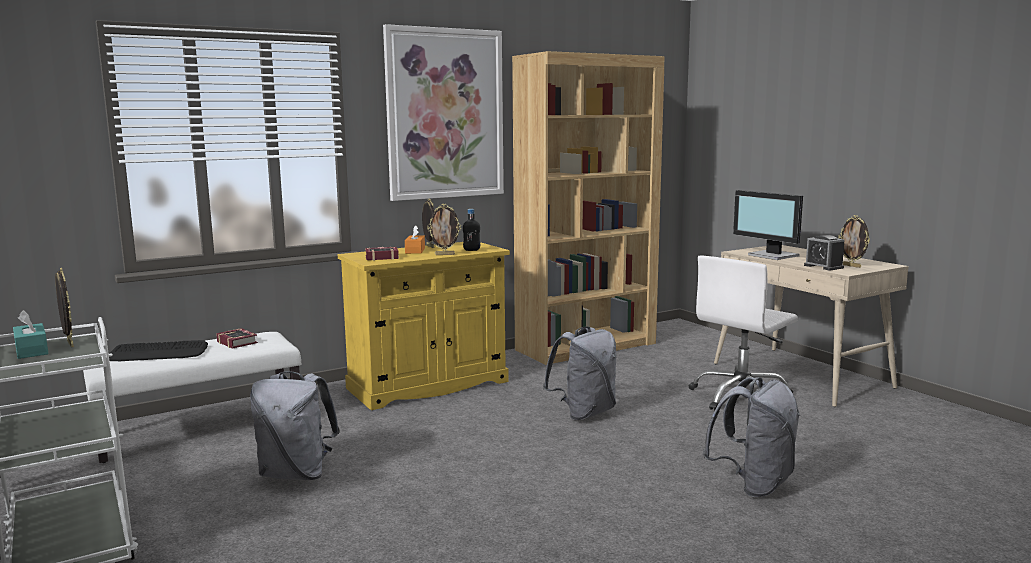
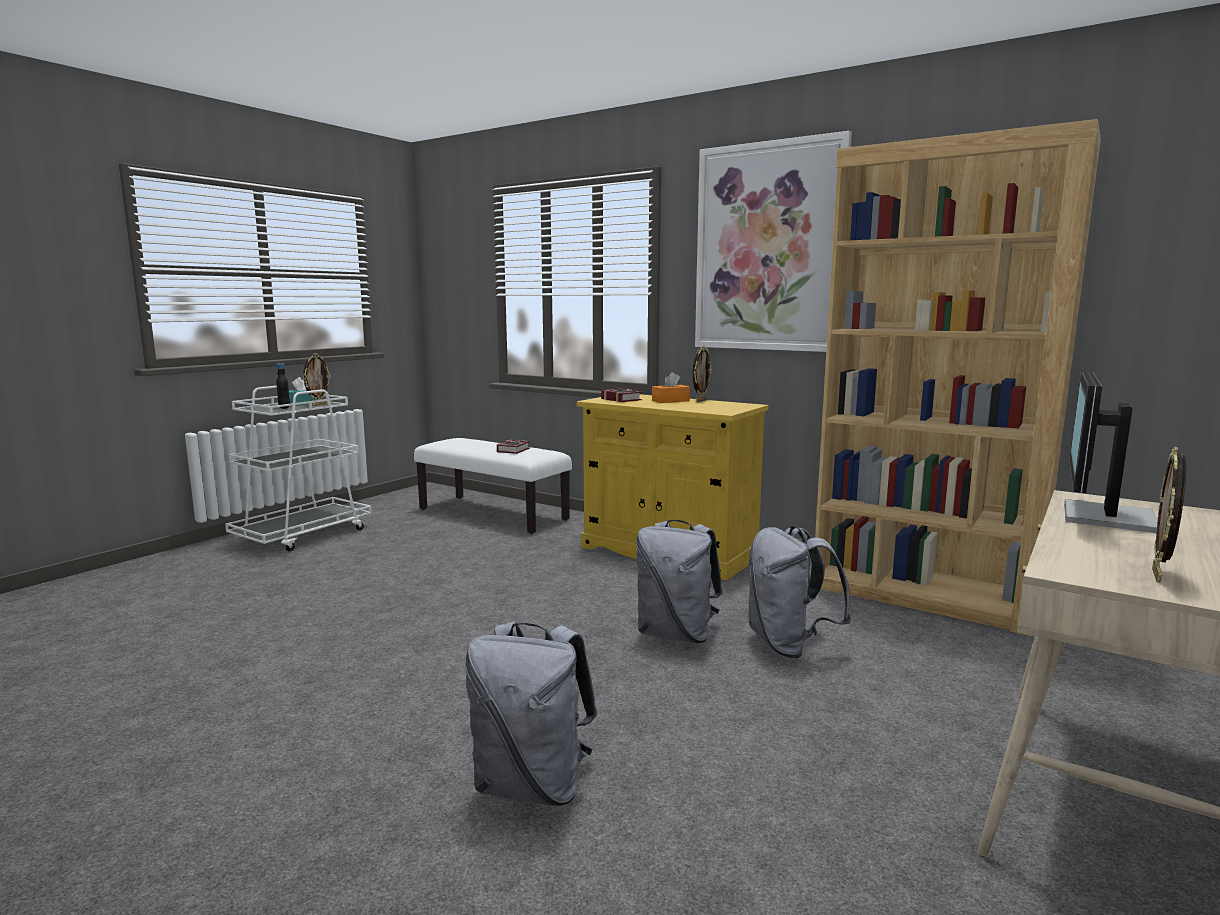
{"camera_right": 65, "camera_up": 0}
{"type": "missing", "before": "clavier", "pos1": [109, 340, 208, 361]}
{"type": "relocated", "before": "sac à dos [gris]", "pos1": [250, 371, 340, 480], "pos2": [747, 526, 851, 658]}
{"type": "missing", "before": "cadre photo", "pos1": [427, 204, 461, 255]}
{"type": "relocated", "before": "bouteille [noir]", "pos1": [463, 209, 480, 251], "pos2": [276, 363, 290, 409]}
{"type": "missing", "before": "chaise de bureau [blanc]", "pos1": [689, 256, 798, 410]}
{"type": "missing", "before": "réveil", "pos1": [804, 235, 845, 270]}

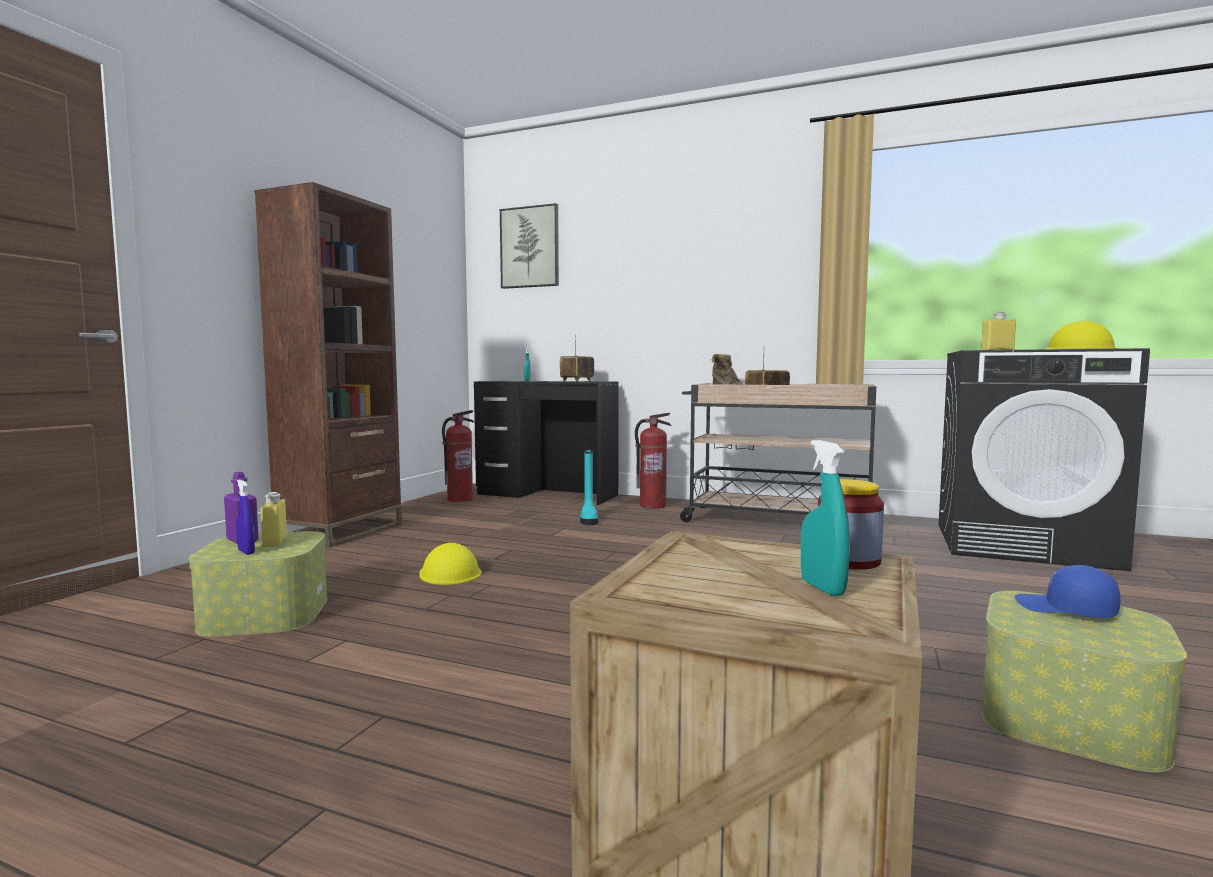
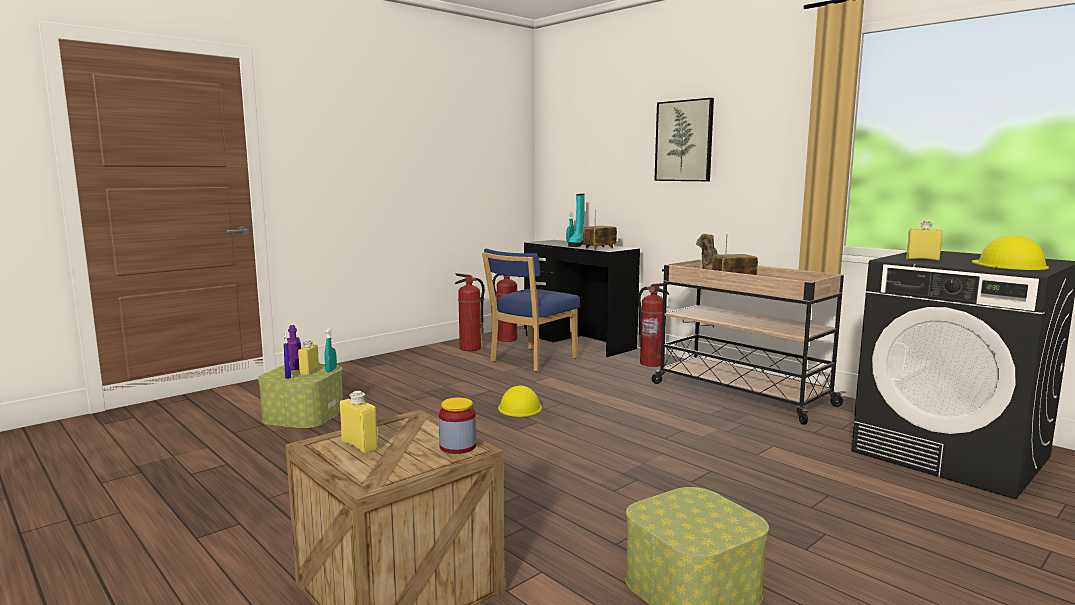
{"camera_right": 25, "camera_up": 5}
{"type": "missing", "before": "bibliothèque [marron]", "pos1": [255, 182, 402, 548]}
{"type": "relocated", "before": "casque de chantier [jaune]", "pos1": [419, 543, 482, 585], "pos2": [498, 386, 542, 417]}
{"type": "relocated", "before": "tableau", "pos1": [500, 203, 559, 289], "pos2": [654, 98, 714, 181]}
{"type": "relocated", "before": "botte [turquoise]", "pos1": [580, 449, 598, 525], "pos2": [568, 194, 585, 247]}
{"type": "relocated", "before": "vaporisateur [turquoise]", "pos1": [801, 440, 850, 596], "pos2": [325, 327, 337, 372]}
{"type": "missing", "before": "casquette [bleu]", "pos1": [1015, 565, 1120, 618]}
{"type": "appeared", "after": "bouteille [jaune]", "pos2": [340, 391, 378, 453]}
{"type": "appeared", "after": "extincteur", "pos2": [455, 273, 485, 351]}
{"type": "appeared", "after": "chaise [bleu]", "pos2": [482, 249, 580, 372]}

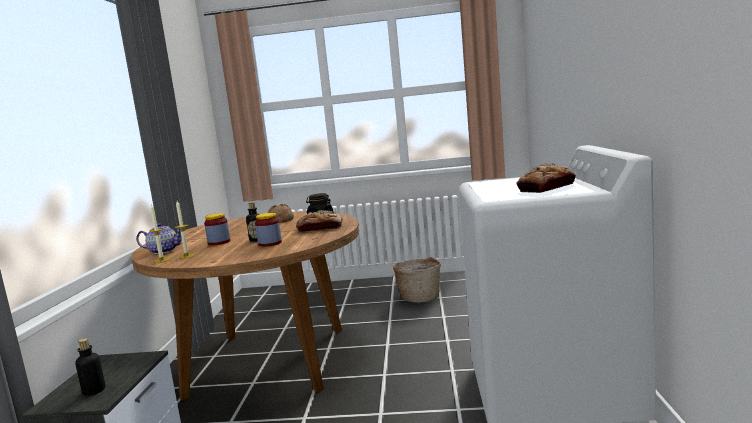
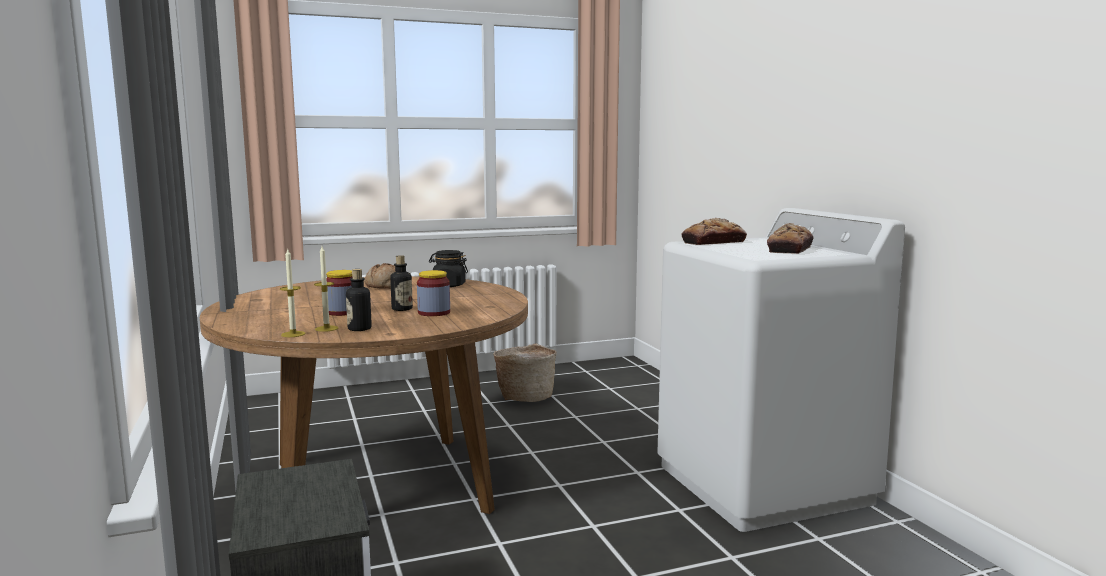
{"camera_right": -25, "camera_up": 0}
{"type": "relocated", "before": "bouteille", "pos1": [75, 338, 106, 396], "pos2": [346, 269, 372, 331]}
{"type": "missing", "before": "théière", "pos1": [136, 223, 181, 254]}
{"type": "relocated", "before": "pain", "pos1": [296, 210, 343, 232], "pos2": [681, 218, 747, 245]}

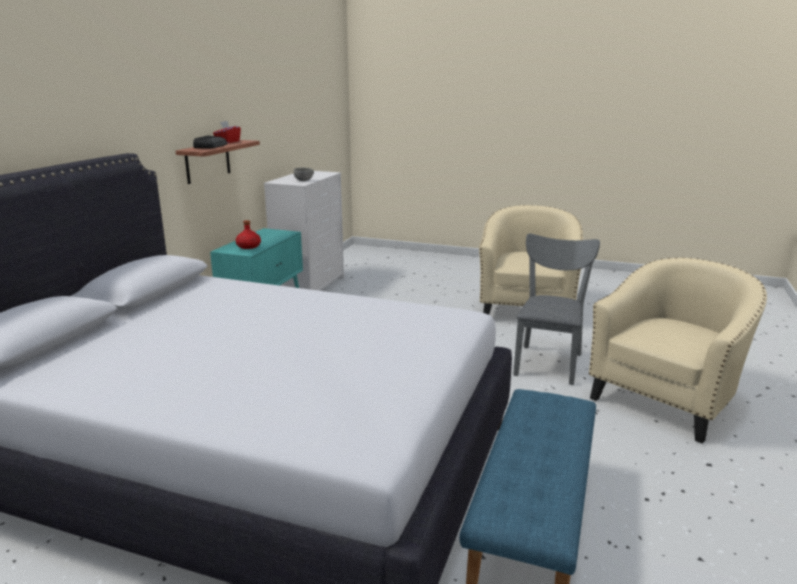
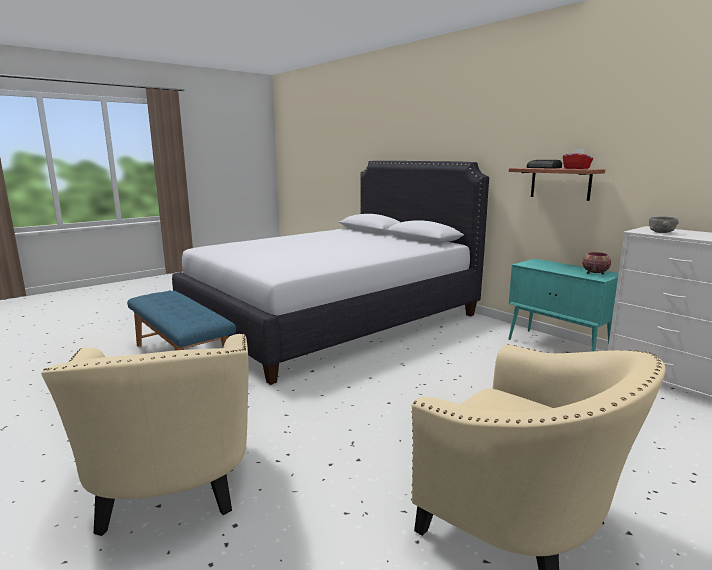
{"camera_right": 120, "camera_up": -5}
{"type": "missing", "before": "bouteille [rouge]", "pos1": [236, 220, 261, 249]}
{"type": "missing", "before": "chaise [gris]", "pos1": [513, 234, 600, 385]}
{"type": "appeared", "after": "bol", "pos2": [582, 252, 611, 275]}

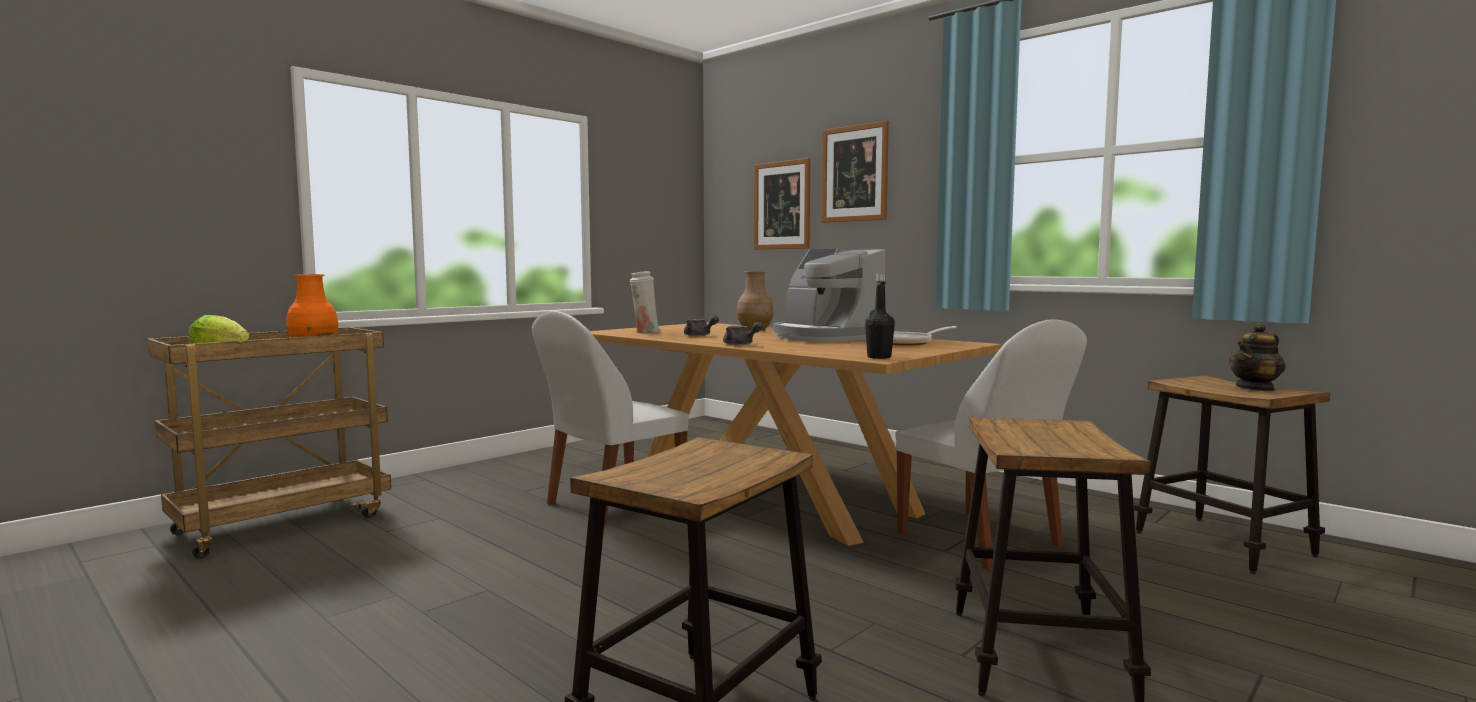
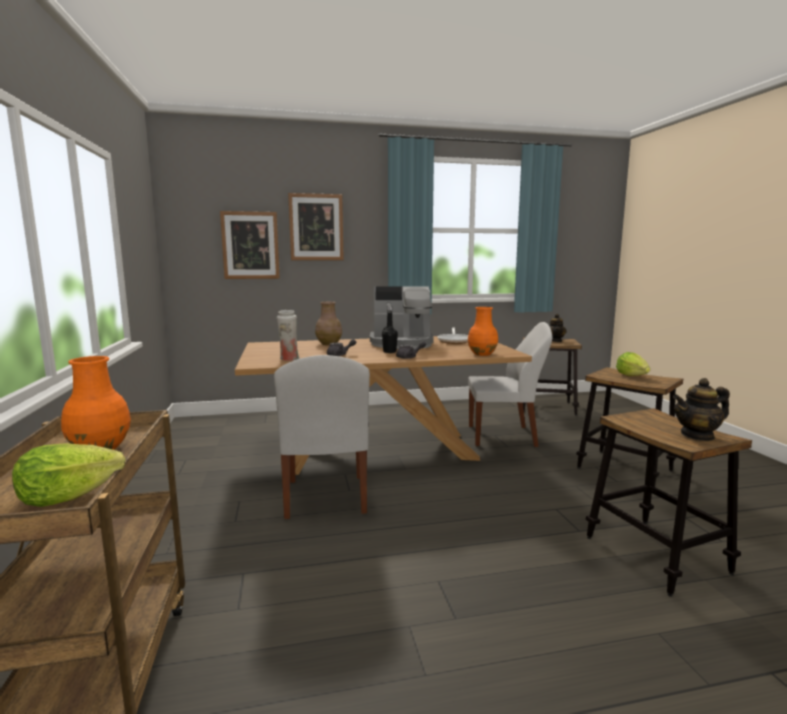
{"camera_right": -55, "camera_up": 5}
{"type": "relocated", "before": "bouteille [noir]", "pos1": [865, 274, 895, 359], "pos2": [382, 306, 398, 353]}
{"type": "appeared", "after": "vase [orange]", "pos2": [468, 307, 498, 356]}
{"type": "appeared", "after": "laitue", "pos2": [616, 352, 650, 376]}
{"type": "appeared", "after": "théière", "pos2": [673, 378, 730, 441]}

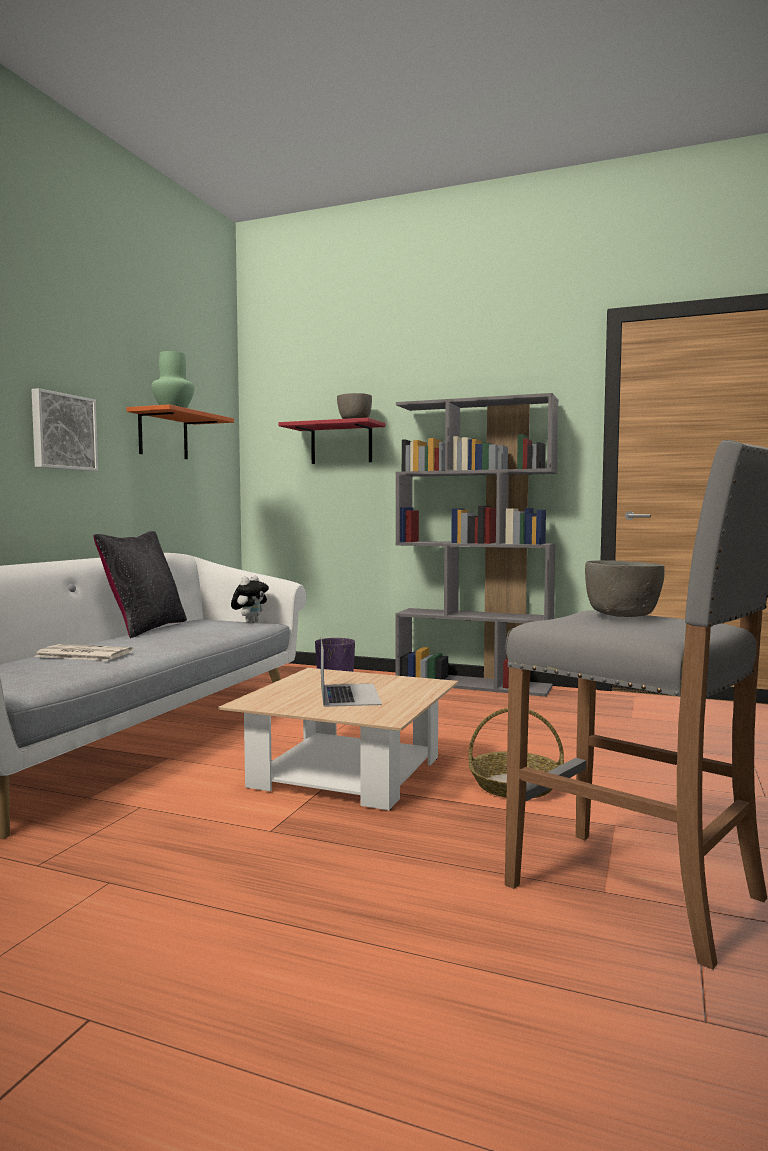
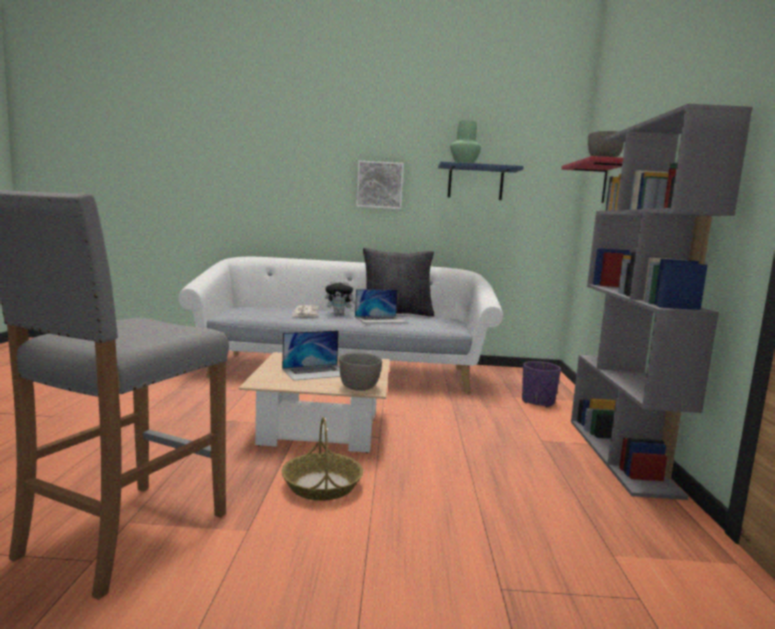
{"camera_right": 70, "camera_up": 5}
{"type": "colour", "before": "étagère [orange]", "after": "étagère [bleu]", "pos1": [127, 404, 234, 459], "pos2": [438, 162, 524, 200]}
{"type": "relocated", "before": "peluche", "pos1": [231, 576, 269, 623], "pos2": [325, 279, 356, 315]}
{"type": "relocated", "before": "bol [gris]", "pos1": [585, 560, 665, 617], "pos2": [339, 353, 382, 391]}
{"type": "appeared", "after": "ordinateur portable", "pos2": [355, 289, 407, 323]}

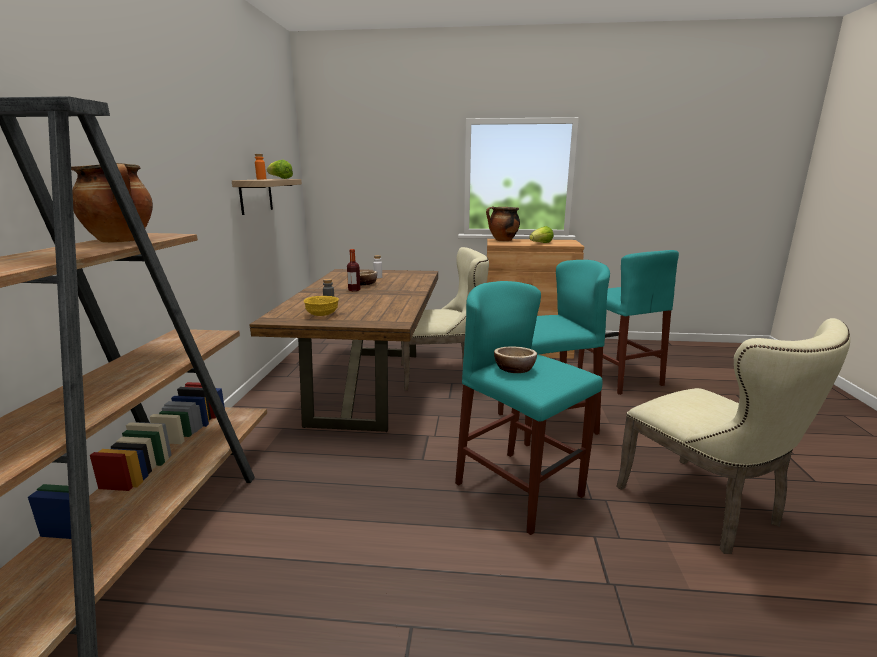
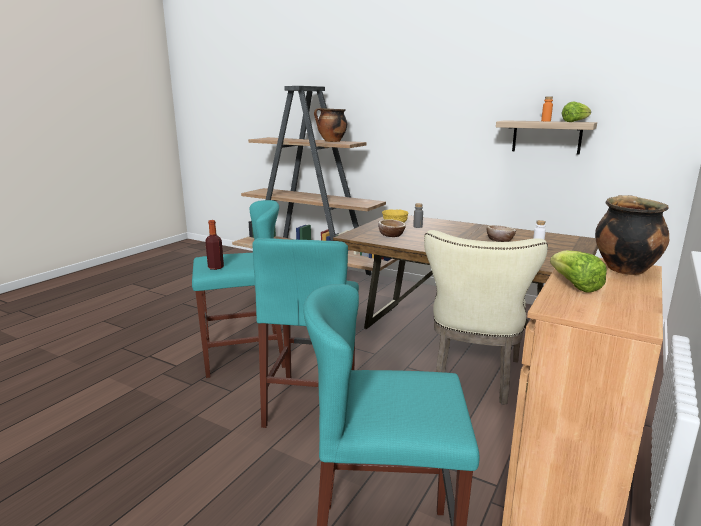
{"camera_right": 115, "camera_up": 0}
{"type": "relocated", "before": "bouteille", "pos1": [347, 249, 361, 291], "pos2": [205, 220, 224, 270]}
{"type": "relocated", "before": "bol", "pos1": [494, 347, 537, 373], "pos2": [378, 219, 406, 237]}
{"type": "missing", "before": "chaise [beige]", "pos1": [616, 318, 850, 554]}

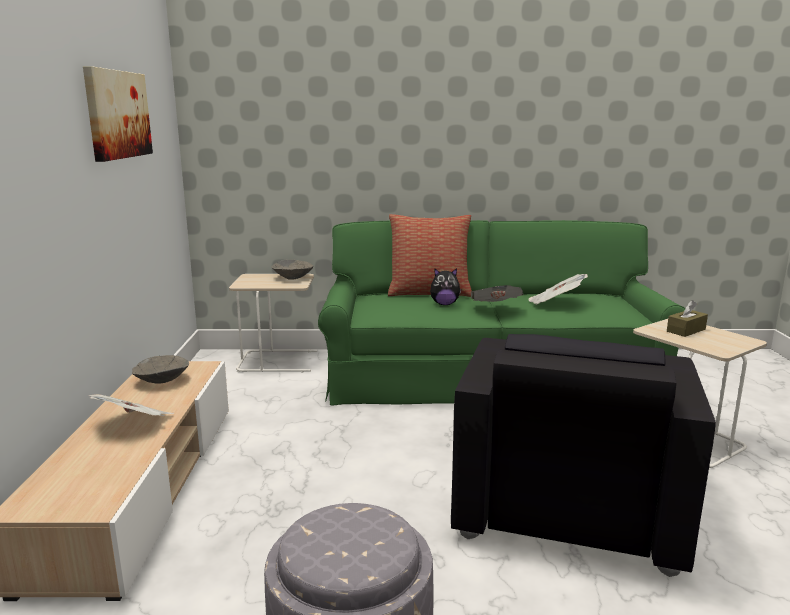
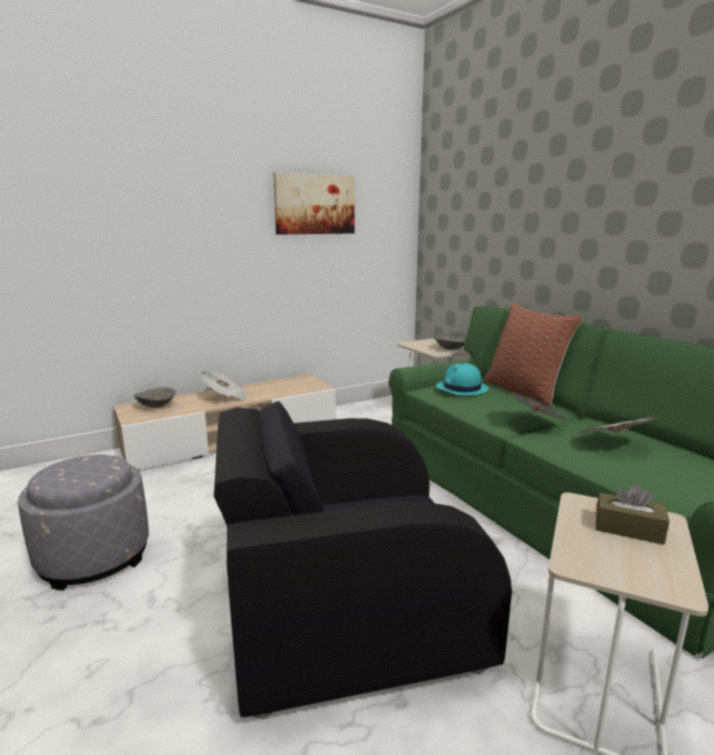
{"camera_right": 60, "camera_up": 0}
{"type": "relocated", "before": "bol [gris]", "pos1": [132, 355, 189, 384], "pos2": [134, 387, 176, 408]}
{"type": "missing", "before": "peluche", "pos1": [430, 268, 462, 305]}
{"type": "appeared", "after": "chapeau [turquoise]", "pos2": [436, 363, 489, 395]}

